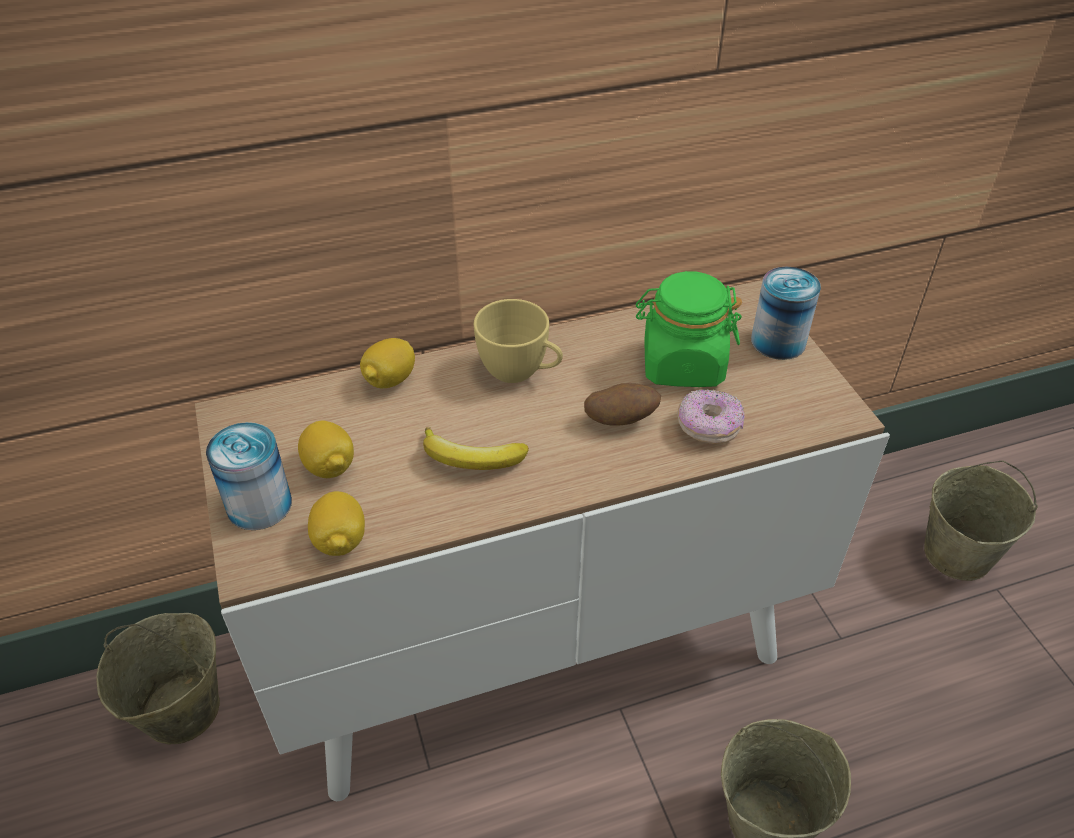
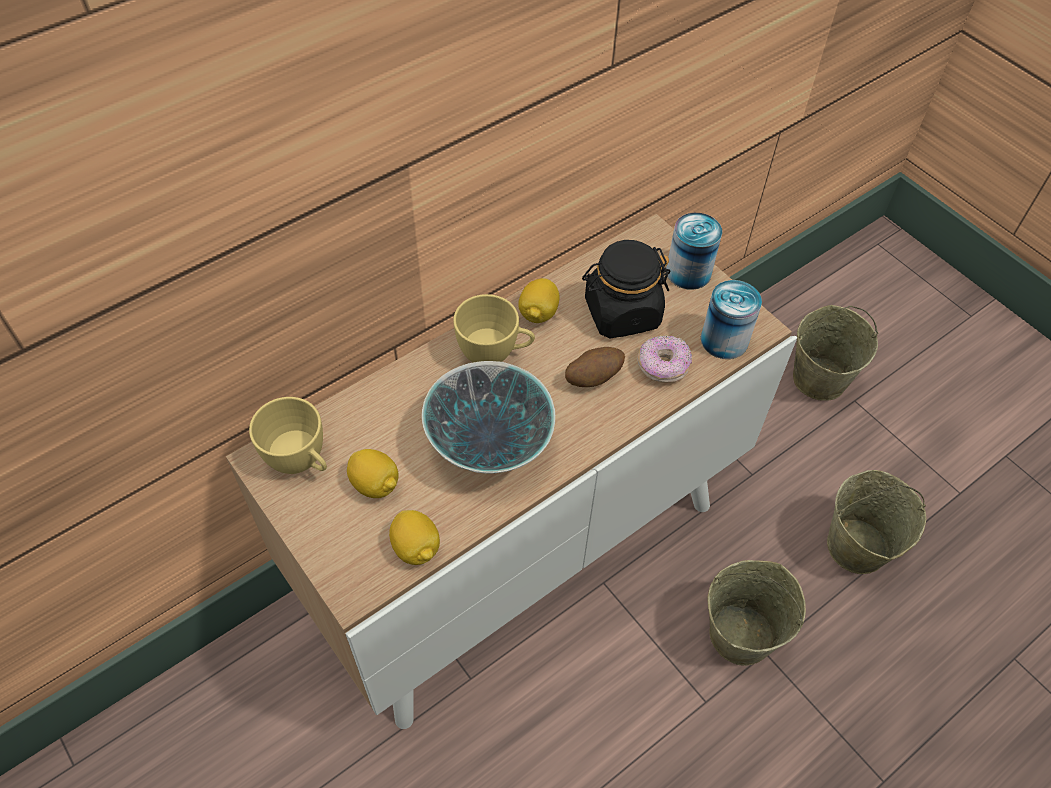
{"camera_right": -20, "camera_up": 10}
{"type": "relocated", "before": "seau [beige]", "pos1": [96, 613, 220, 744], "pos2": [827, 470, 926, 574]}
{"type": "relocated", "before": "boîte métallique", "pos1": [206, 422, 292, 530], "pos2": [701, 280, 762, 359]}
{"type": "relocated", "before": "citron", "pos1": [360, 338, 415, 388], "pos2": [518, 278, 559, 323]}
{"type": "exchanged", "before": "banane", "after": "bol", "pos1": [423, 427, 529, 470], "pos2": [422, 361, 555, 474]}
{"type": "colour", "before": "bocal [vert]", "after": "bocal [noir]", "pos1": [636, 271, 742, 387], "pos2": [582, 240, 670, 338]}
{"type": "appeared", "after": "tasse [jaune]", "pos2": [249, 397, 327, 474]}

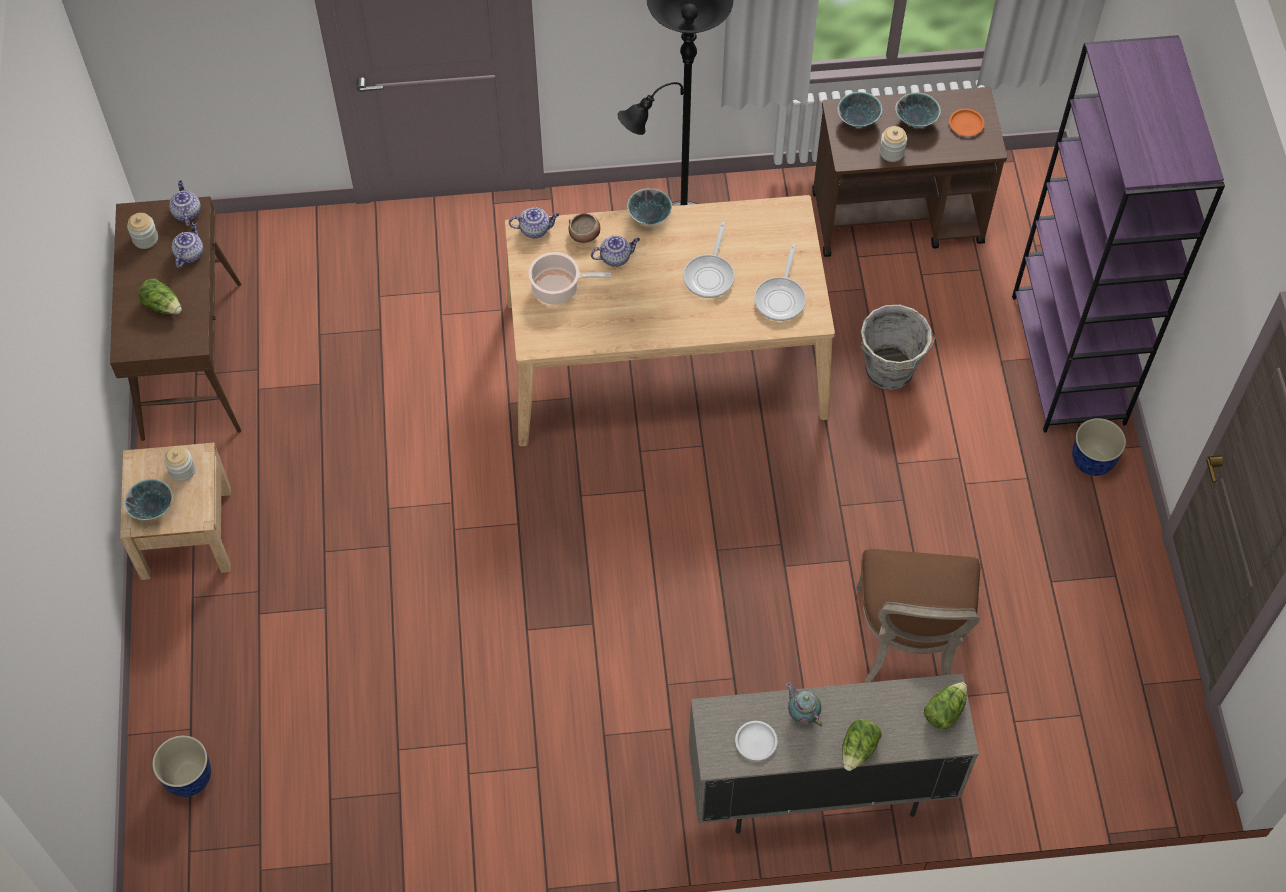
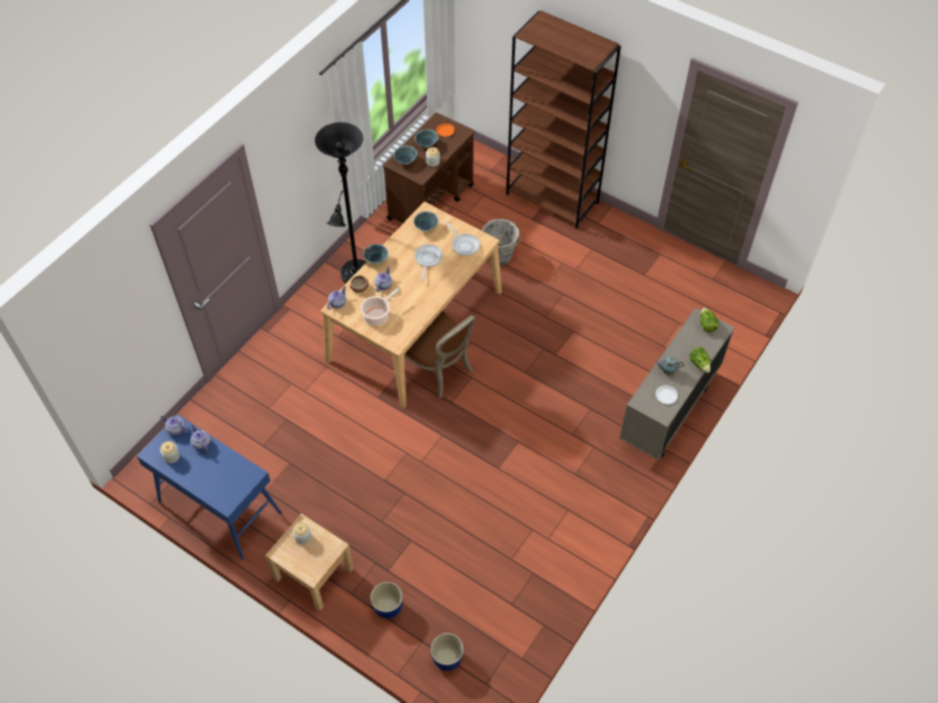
{"camera_right": -50, "camera_up": -5}
{"type": "colour", "before": "table console [marron]", "after": "table console [bleu]", "pos1": [110, 196, 241, 441], "pos2": [137, 414, 282, 560]}
{"type": "relocated", "before": "bol", "pos1": [124, 479, 173, 520], "pos2": [414, 211, 438, 231]}
{"type": "missing", "before": "laitue", "pos1": [138, 279, 182, 314]}
{"type": "spun", "before": "poêle", "pos1": [683, 222, 735, 298], "pos2": [414, 244, 443, 281], "turn": -135}
{"type": "relocated", "before": "chaise [marron]", "pos1": [857, 549, 980, 683], "pos2": [404, 311, 476, 398]}
{"type": "colour", "before": "bibliothèque [violet]", "after": "bibliothèque [marron]", "pos1": [1012, 35, 1225, 432], "pos2": [506, 11, 621, 229]}
{"type": "relocated", "before": "cache-pot", "pos1": [1072, 418, 1126, 476], "pos2": [371, 582, 403, 619]}

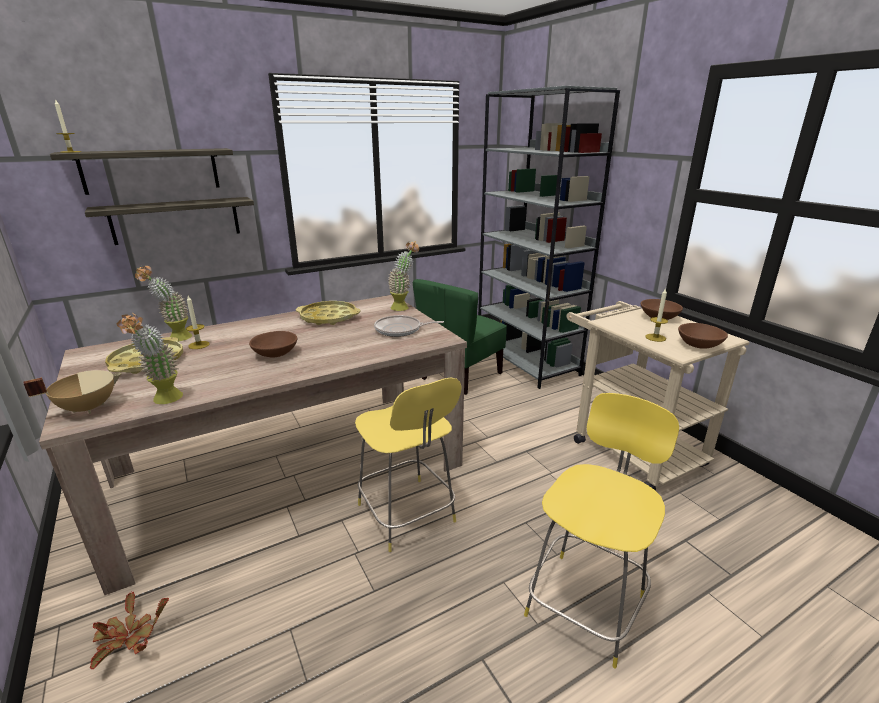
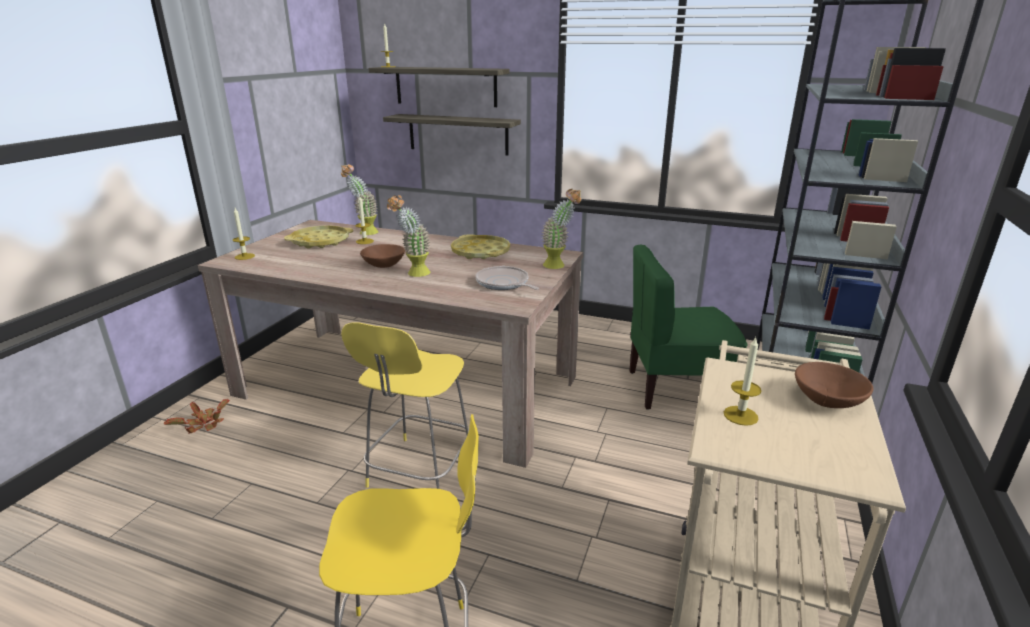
{"camera_right": 50, "camera_up": 0}
{"type": "exchanged", "before": "marmite [beige]", "after": "bougie", "pos1": [24, 370, 122, 414], "pos2": [233, 208, 255, 260]}
{"type": "relocated", "before": "plante en pot", "pos1": [117, 313, 183, 404], "pos2": [387, 195, 430, 277]}
{"type": "missing", "before": "bol [marron]", "pos1": [678, 323, 728, 349]}

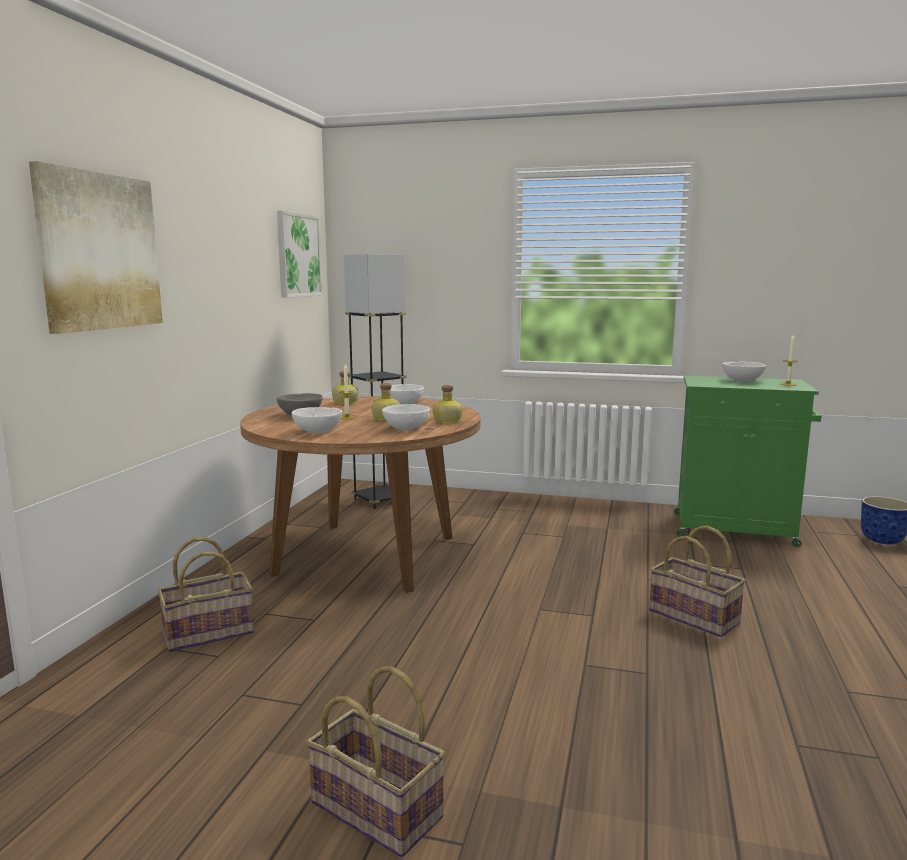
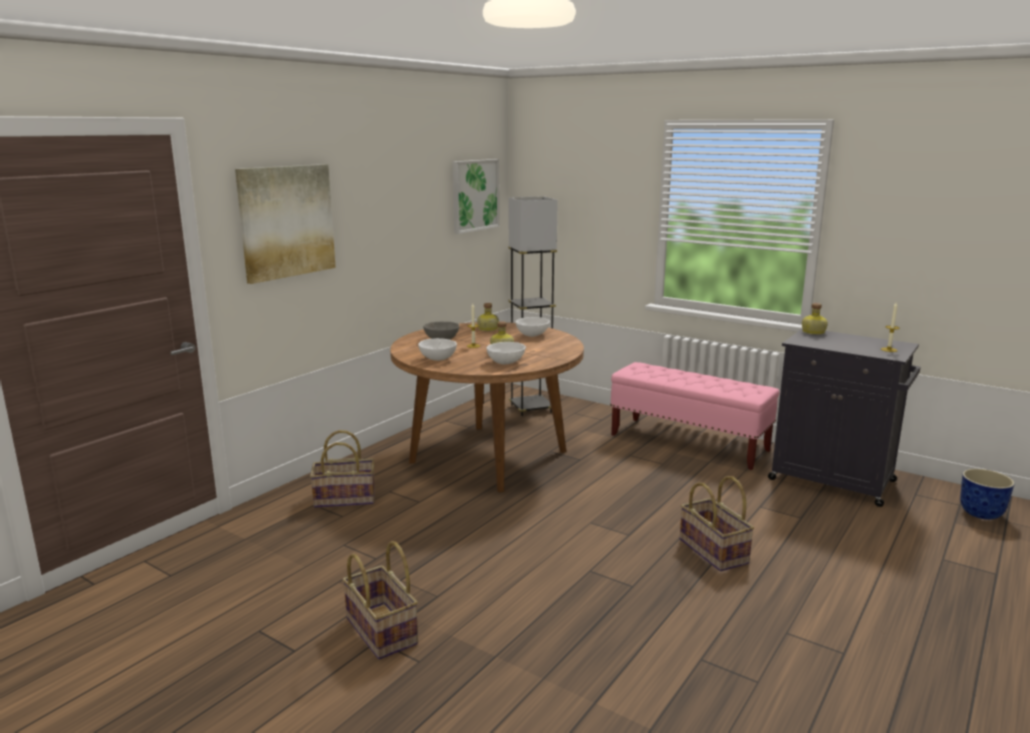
{"camera_right": 20, "camera_up": 5}
{"type": "relocated", "before": "bouteille", "pos1": [433, 385, 462, 423], "pos2": [802, 303, 828, 335]}
{"type": "colour", "before": "meuble de rangement [vert]", "after": "meuble de rangement [noir]", "pos1": [674, 375, 821, 547], "pos2": [768, 328, 921, 507]}
{"type": "missing", "before": "bol [blanc]", "pos1": [722, 361, 766, 382]}
{"type": "appeared", "after": "banc [rose]", "pos2": [610, 362, 780, 470]}

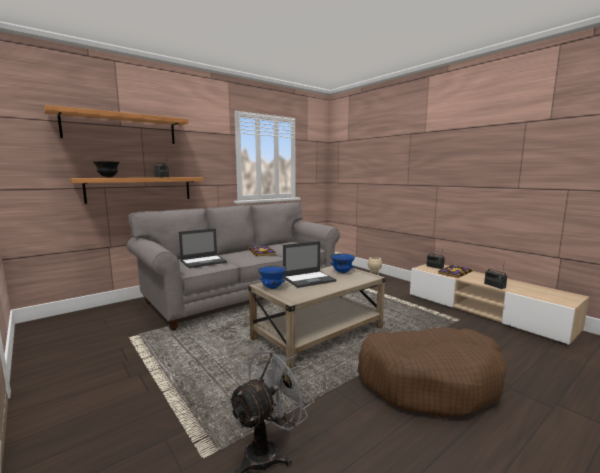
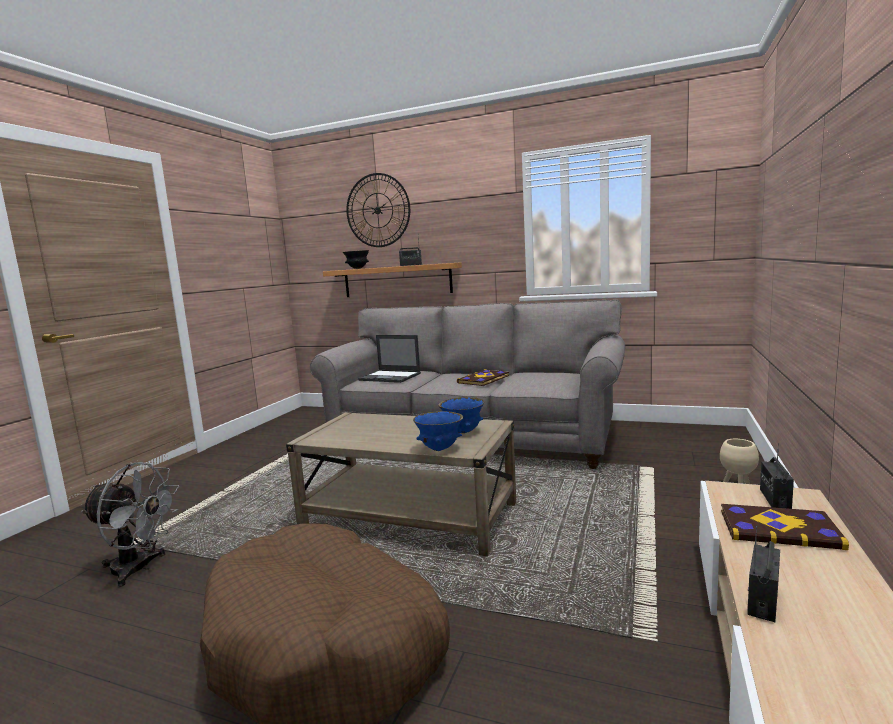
{"camera_right": 60, "camera_up": 0}
{"type": "exchanged", "before": "étagère", "after": "horloge murale", "pos1": [44, 105, 189, 144], "pos2": [346, 173, 410, 247]}
{"type": "relocated", "before": "bol [bleu]", "pos1": [258, 266, 287, 289], "pos2": [413, 411, 464, 451]}
{"type": "missing", "before": "ordinateur portable", "pos1": [283, 241, 336, 288]}

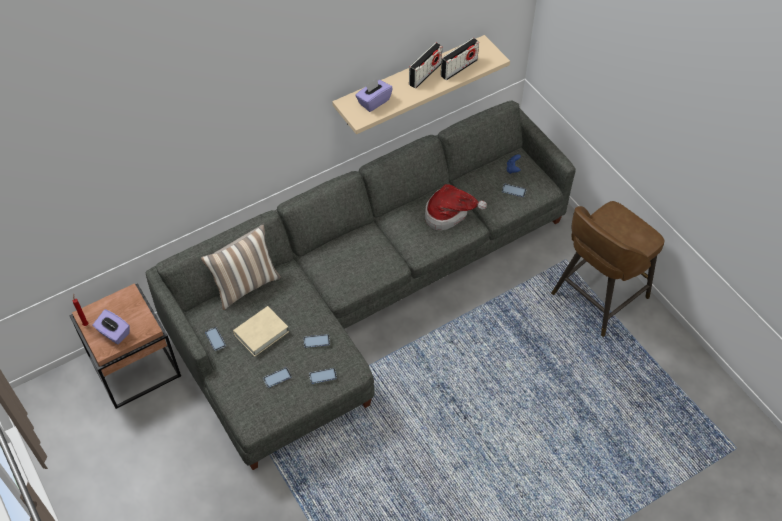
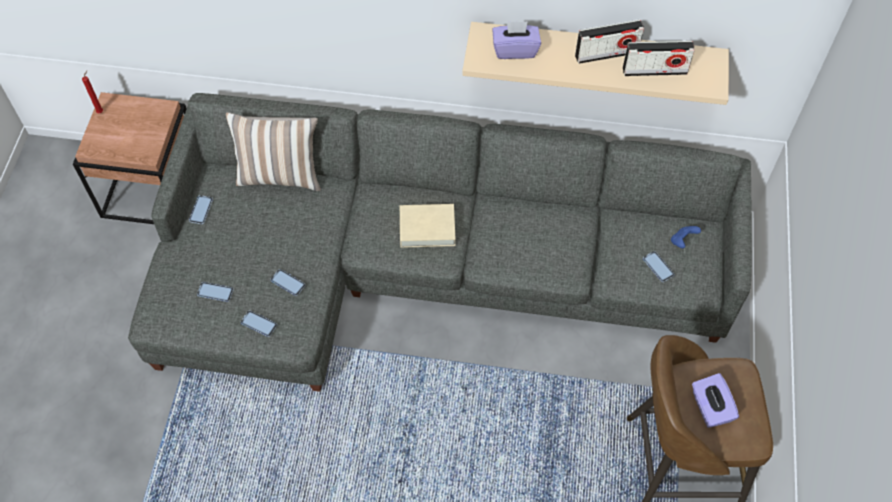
{"camera_right": 40, "camera_up": 5}
{"type": "relocated", "before": "boîte à mouchoirs [violet]", "pos1": [93, 309, 130, 344], "pos2": [692, 373, 739, 428]}
{"type": "relocated", "before": "livre [beige]", "pos1": [233, 306, 289, 357], "pos2": [400, 204, 456, 248]}
{"type": "missing", "before": "chapeau", "pos1": [425, 184, 487, 230]}

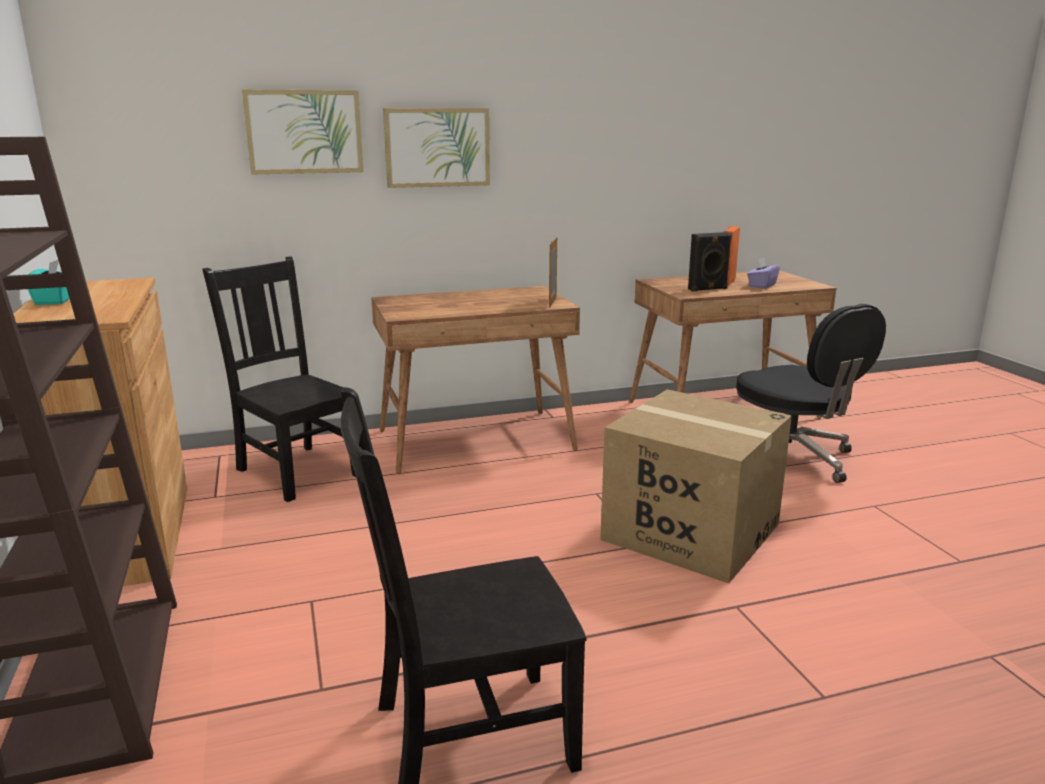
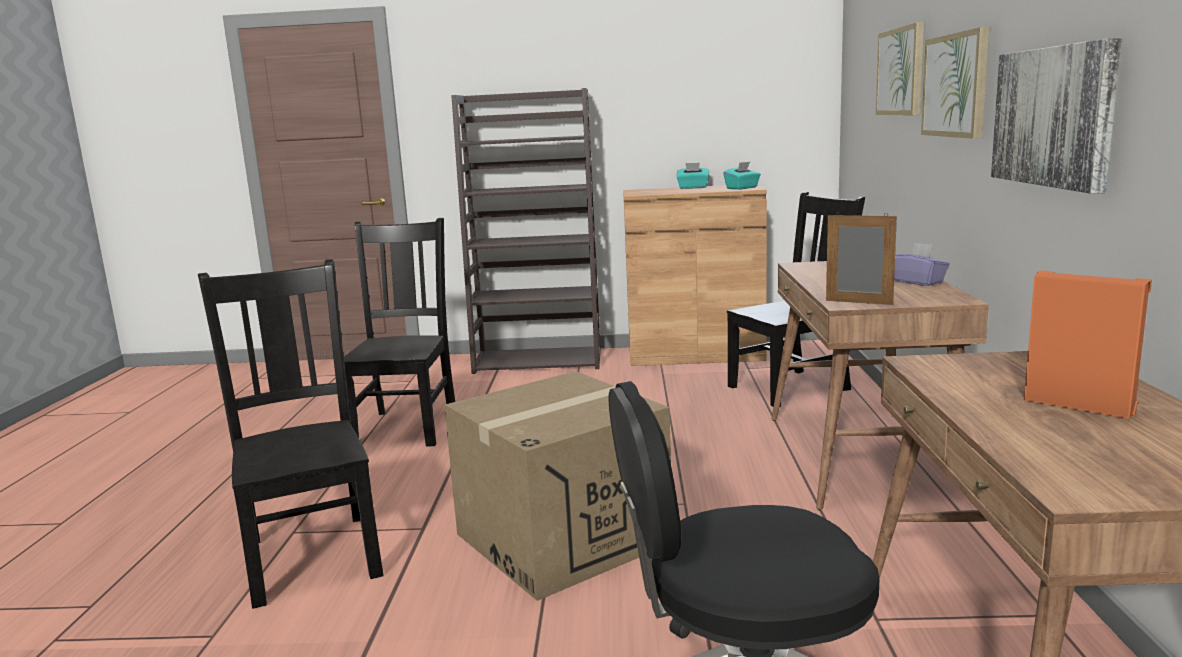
{"camera_right": 110, "camera_up": -5}
{"type": "missing", "before": "enceinte [noir]", "pos1": [688, 232, 732, 292]}
{"type": "relocated", "before": "boîte à mouchoirs [violet]", "pos1": [747, 258, 780, 289], "pos2": [894, 243, 950, 286]}
{"type": "appeared", "after": "chaise [noir]", "pos2": [198, 259, 384, 609]}
{"type": "appeared", "after": "boîte à mouchoirs [turquoise]", "pos2": [723, 162, 761, 189]}
{"type": "appeared", "after": "tableau", "pos2": [991, 38, 1122, 194]}

